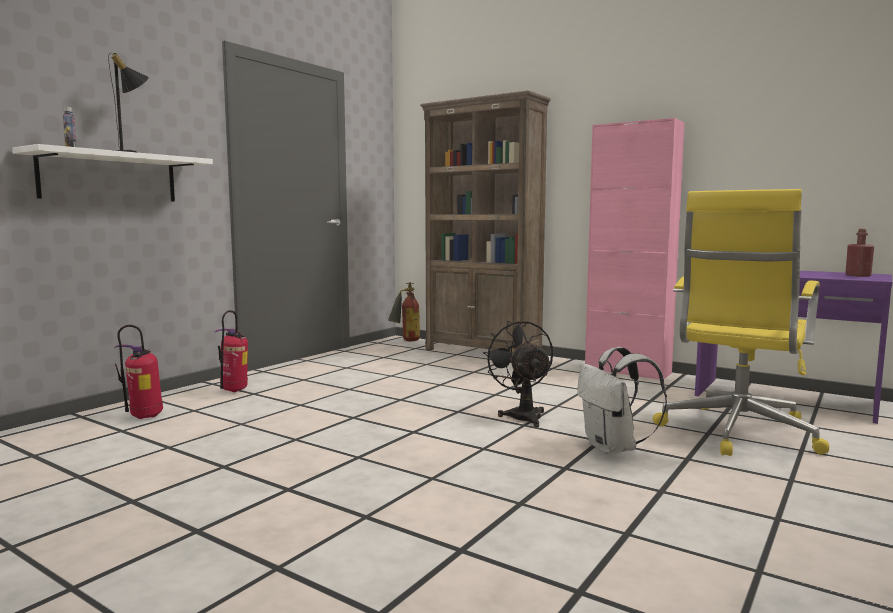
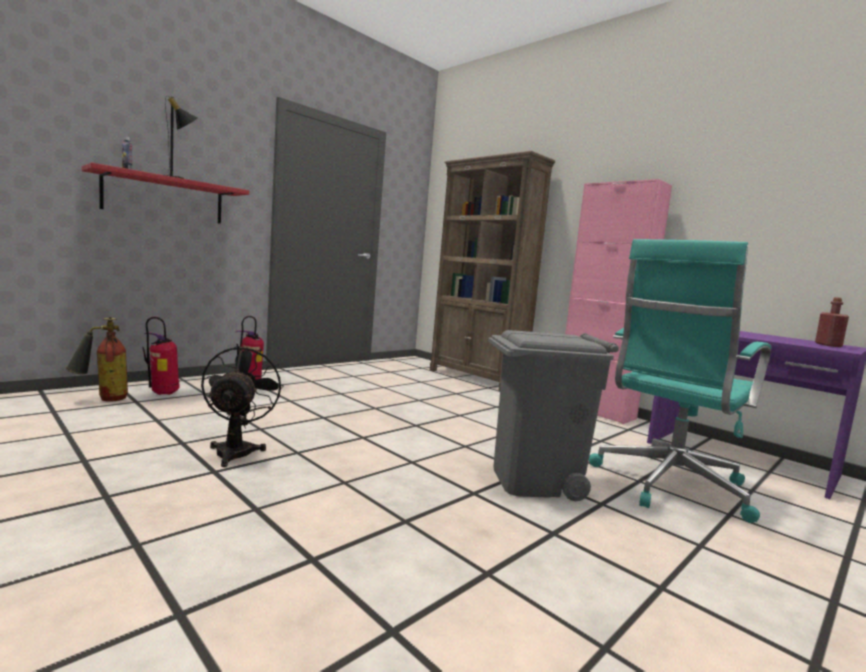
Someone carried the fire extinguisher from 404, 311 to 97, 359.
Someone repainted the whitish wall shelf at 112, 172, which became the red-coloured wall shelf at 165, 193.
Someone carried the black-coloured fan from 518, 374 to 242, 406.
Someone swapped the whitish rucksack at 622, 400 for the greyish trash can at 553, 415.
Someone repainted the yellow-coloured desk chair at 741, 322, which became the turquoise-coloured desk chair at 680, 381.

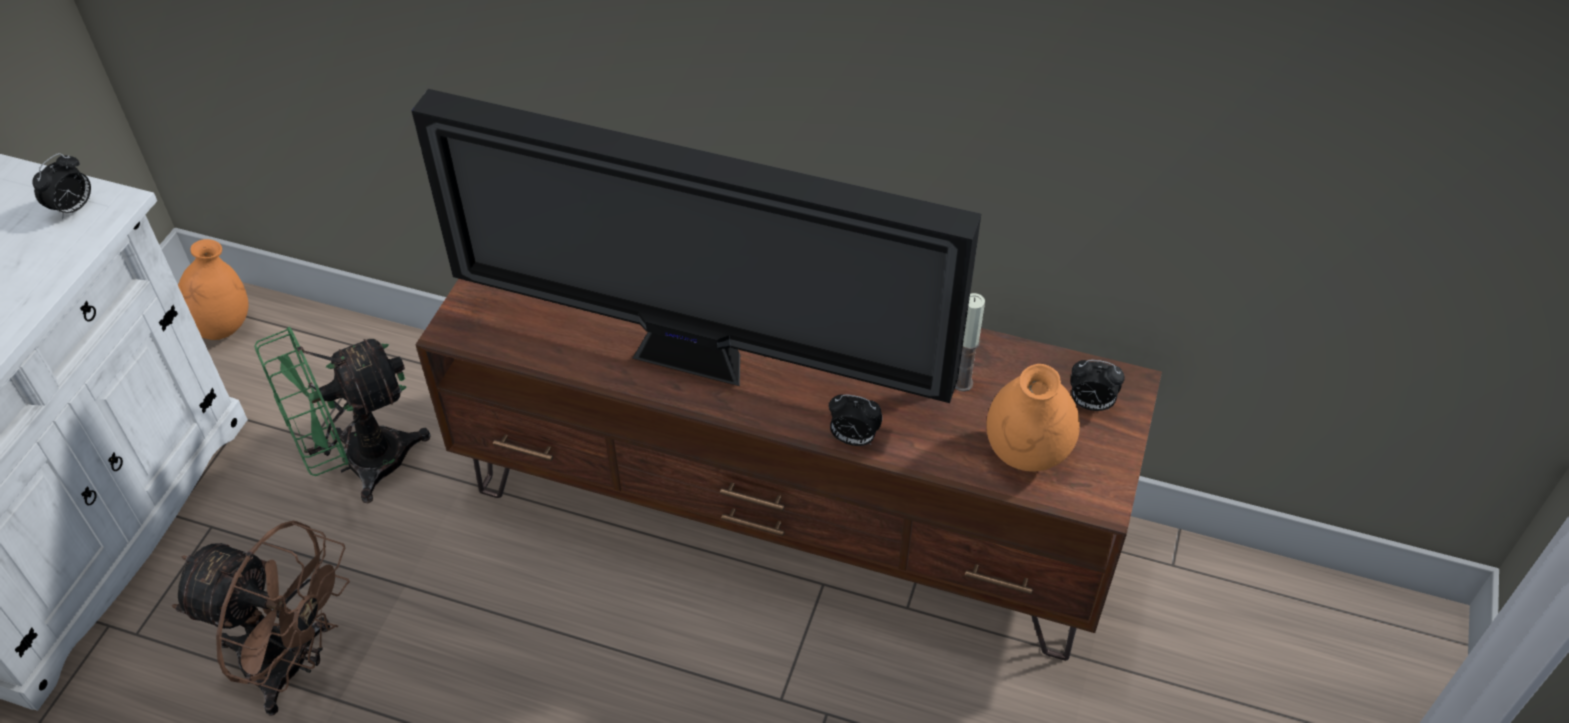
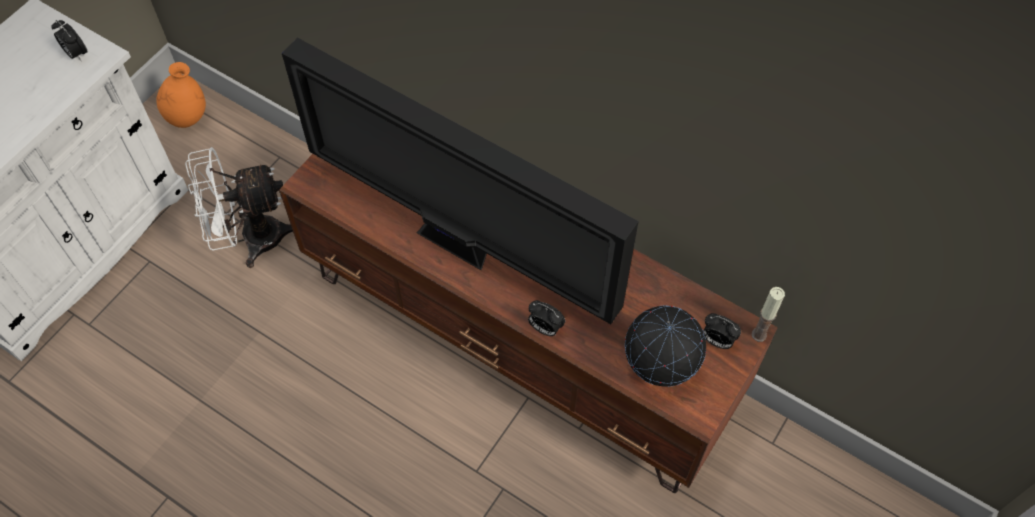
Someone rotated the table clock at 61, 186 by 90 degrees clockwise.
Someone repainted the green-coloured fan at 342, 415, which became the whitish fan at 239, 207.
Someone swapped the orange-coloured vase at 1033, 417 for the desk globe at 665, 346.
Someone carried the wax light from 970, 342 to 768, 314.
Someone took away the brown fan at 261, 617.

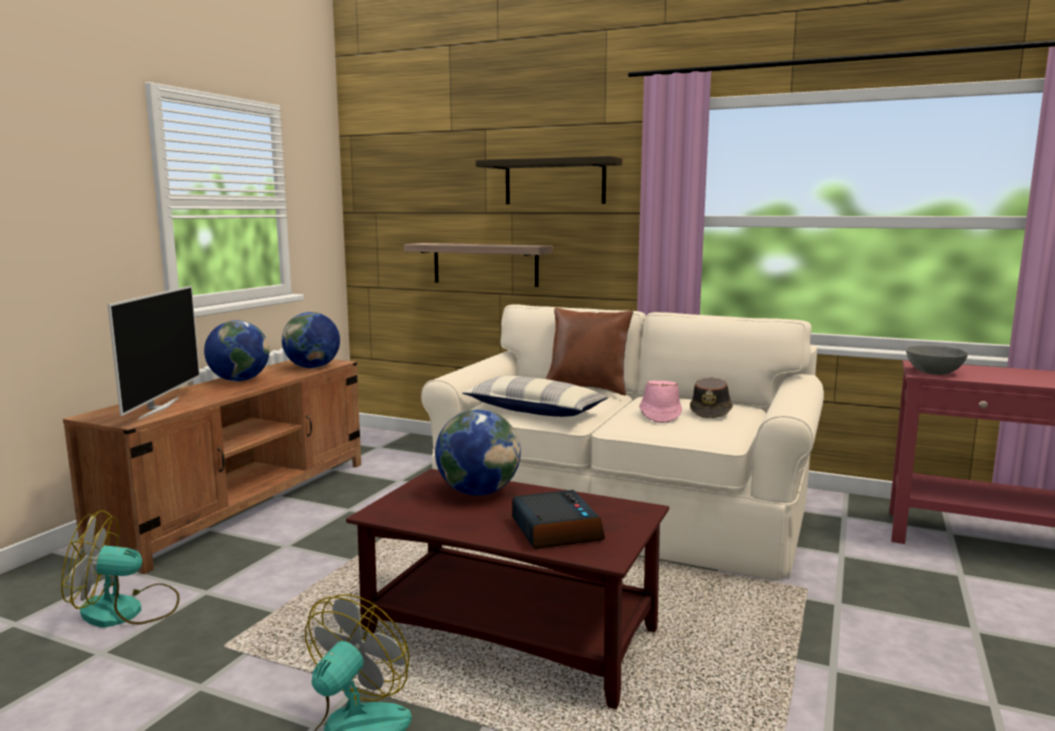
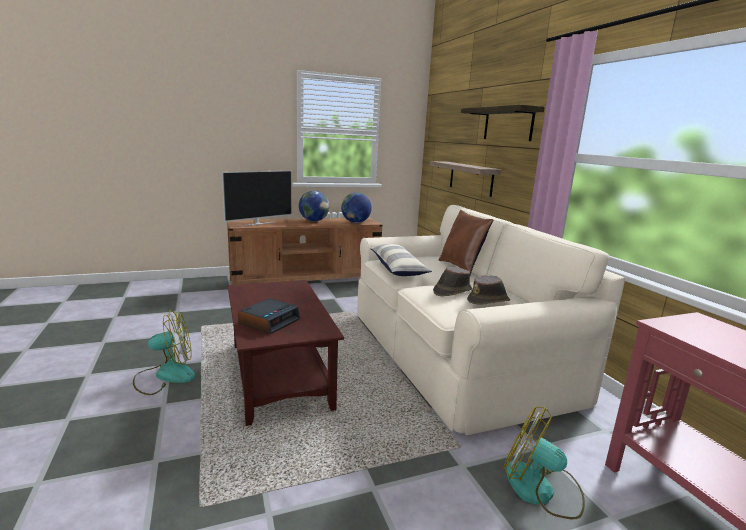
Someone repainted the pink-coloured wearable hat at 661, 401, which became the brown wearable hat at 452, 281.
Someone carried the fan from 120, 569 to 544, 462.
Someone took away the desk globe at 478, 453.
Someone took away the greyish bowl at 937, 360.

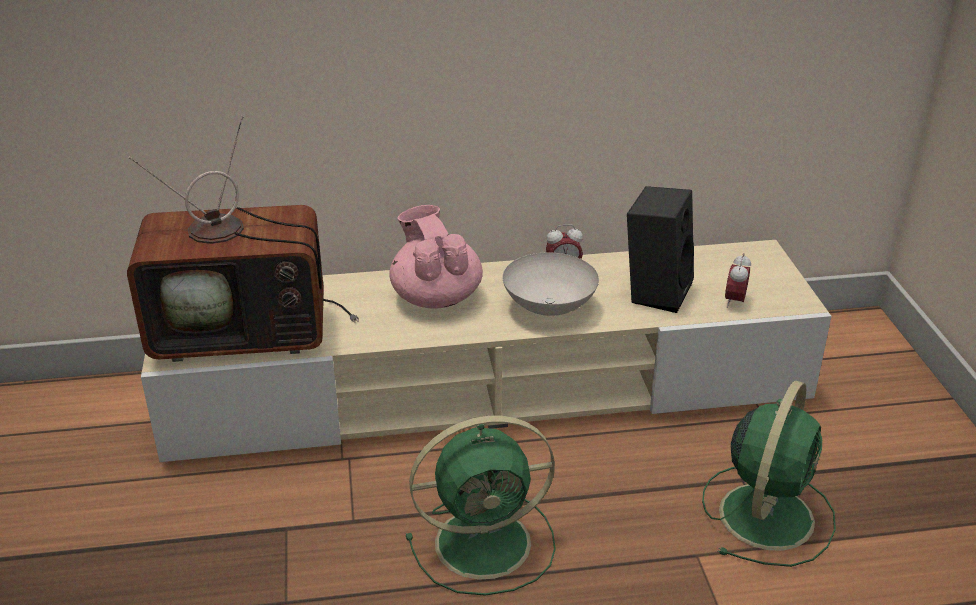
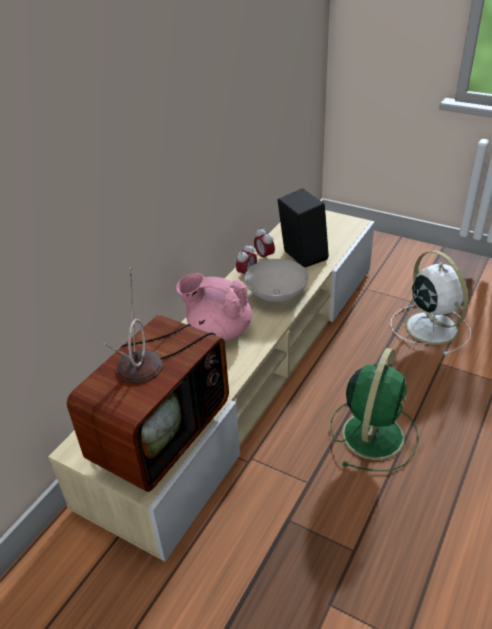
Someone carried the table clock from 738, 280 to 264, 243.
Someone repainted the green-coloured fan at 769, 474, which became the whitish fan at 431, 303.

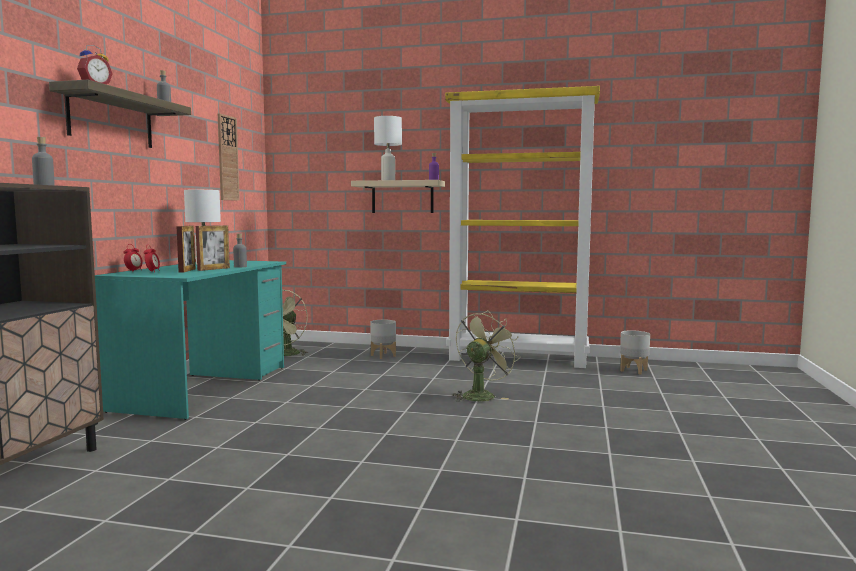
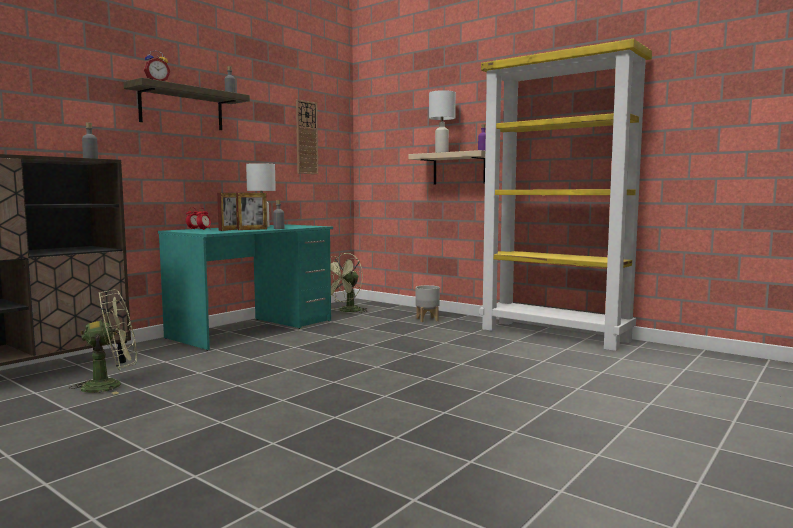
Someone carried the green-coloured fan from 486, 356 to 103, 342.
Someone took away the greyish planter at 635, 352.

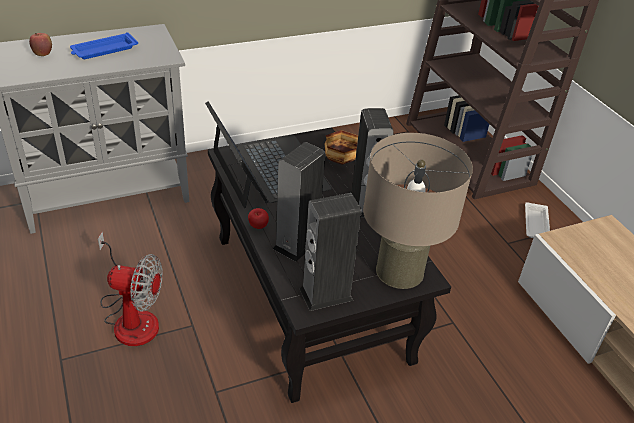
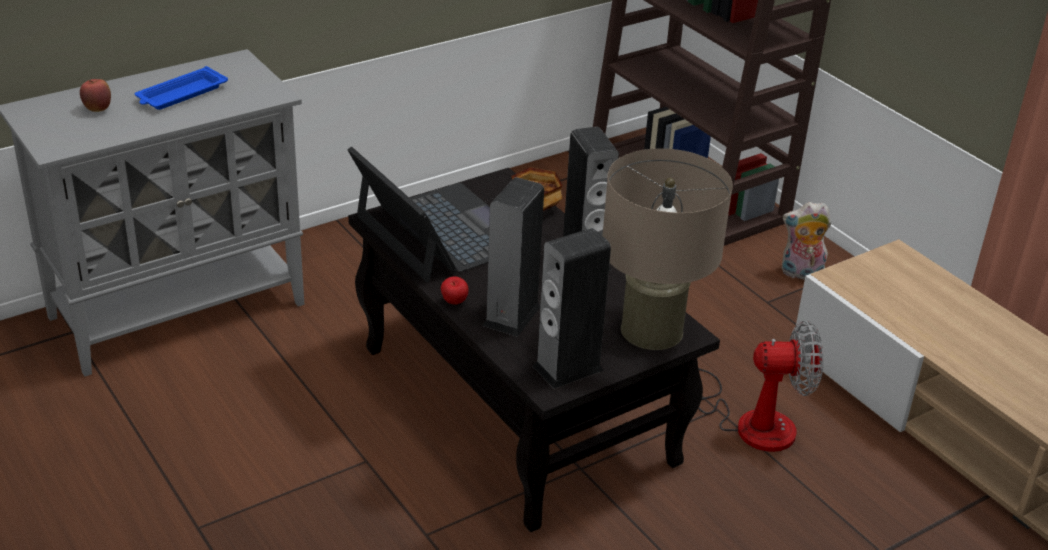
Someone carried the fan from 130, 289 to 761, 386.
Someone swapped the whitish serving tray at 537, 220 for the soft toy at 807, 241.

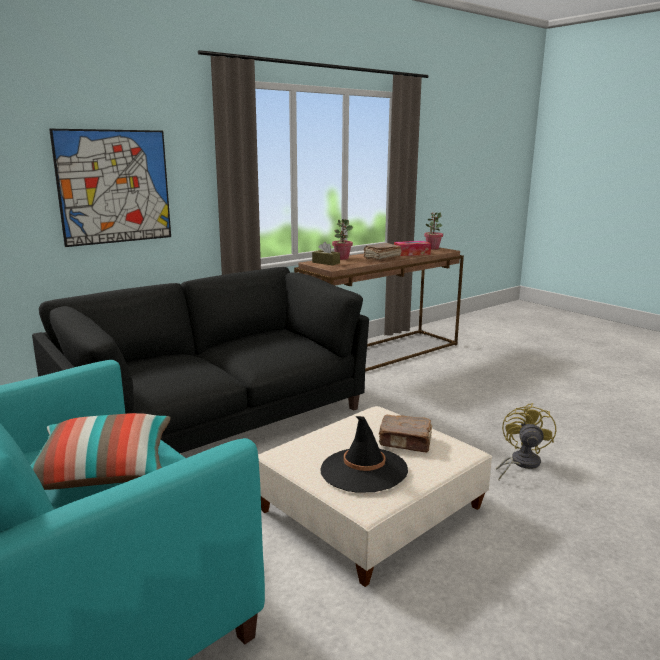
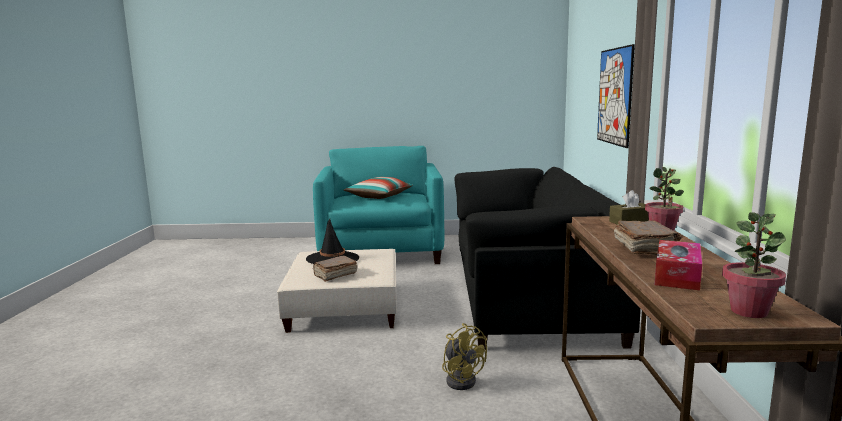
Someone carried the yellow-coloured fan from 526, 441 to 464, 356.

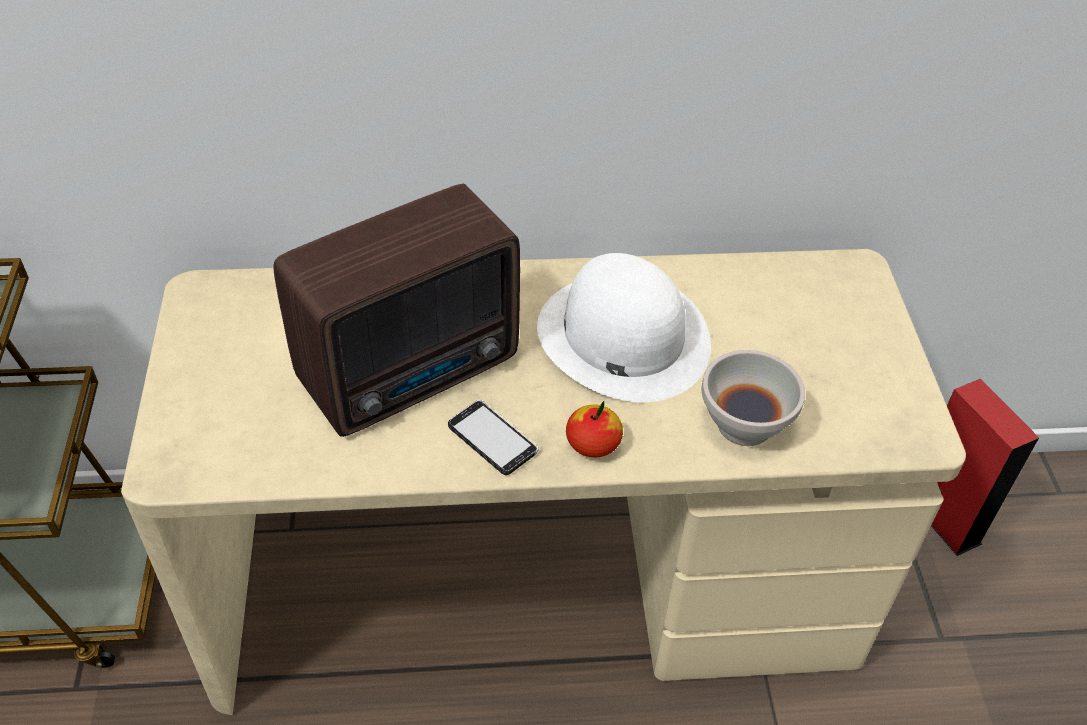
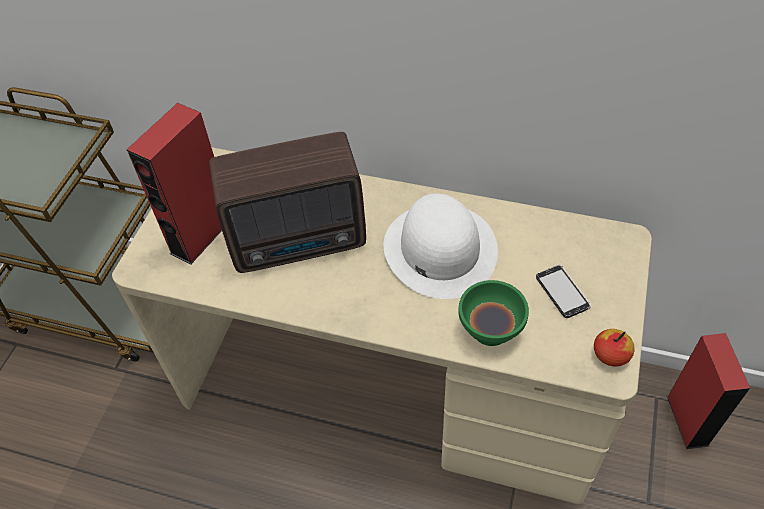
Someone put down the red-coloured speaker at 174, 184.
Someone repainted the whitish bowl at 753, 398, which became the green-coloured bowl at 493, 313.
Someone carried the handset from 493, 437 to 563, 291.
Someone carried the whole apple from 594, 429 to 614, 348.

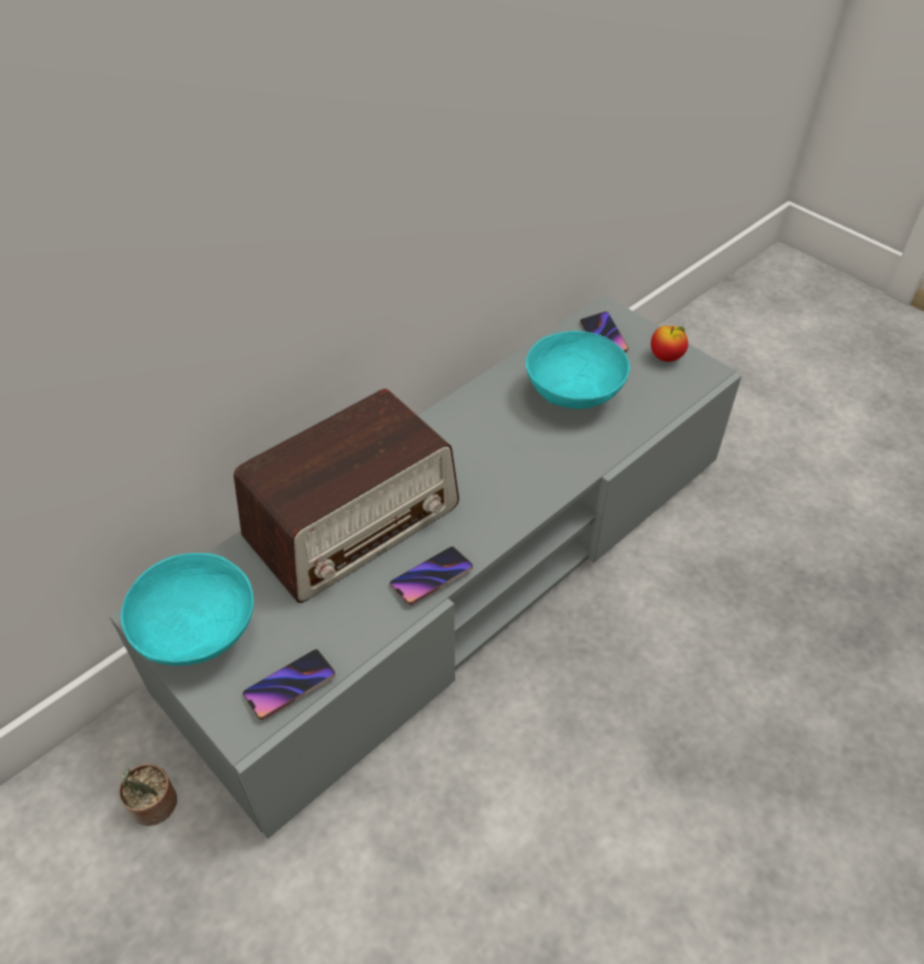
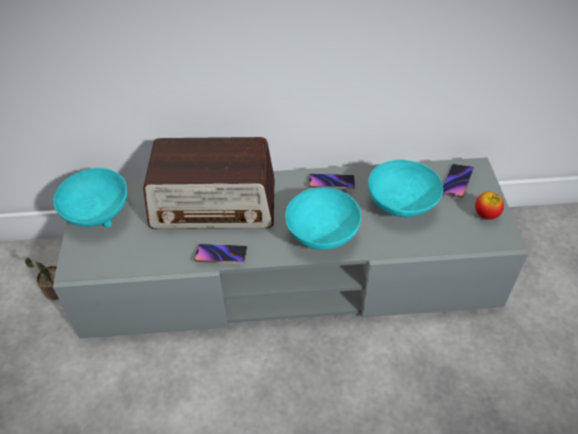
Someone put down the turquoise-coloured bowl at 323, 218.
Someone carried the handset from 289, 684 to 332, 181.

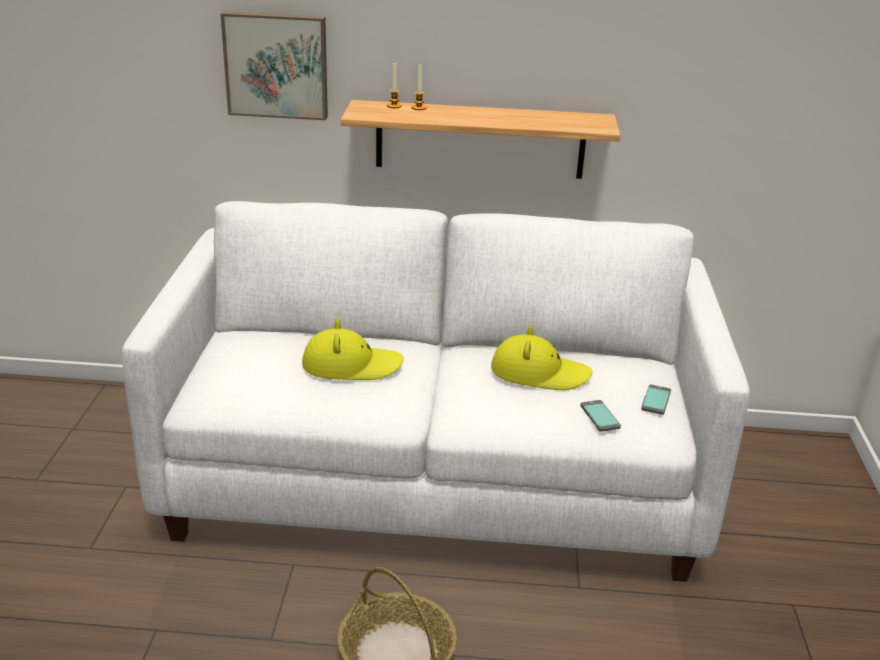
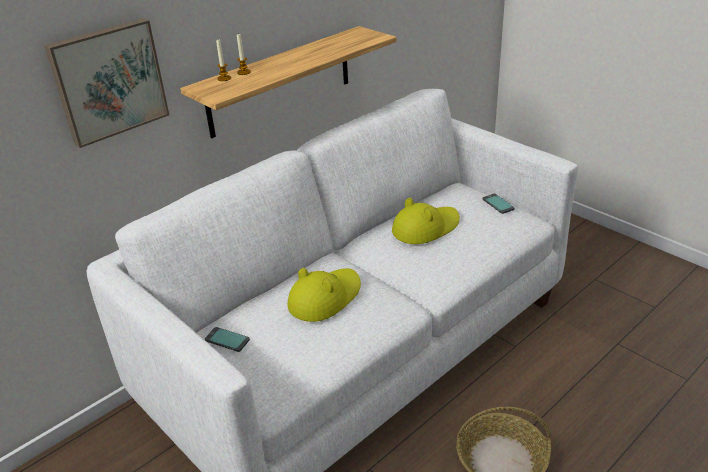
Someone carried the handset from 601, 416 to 227, 339.

